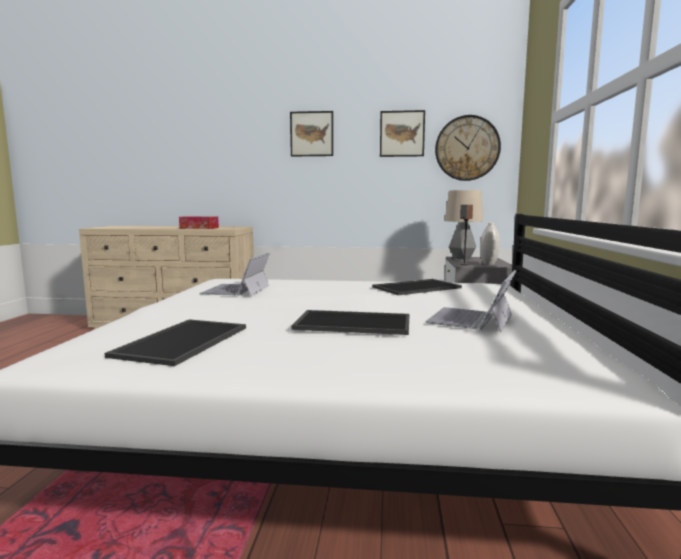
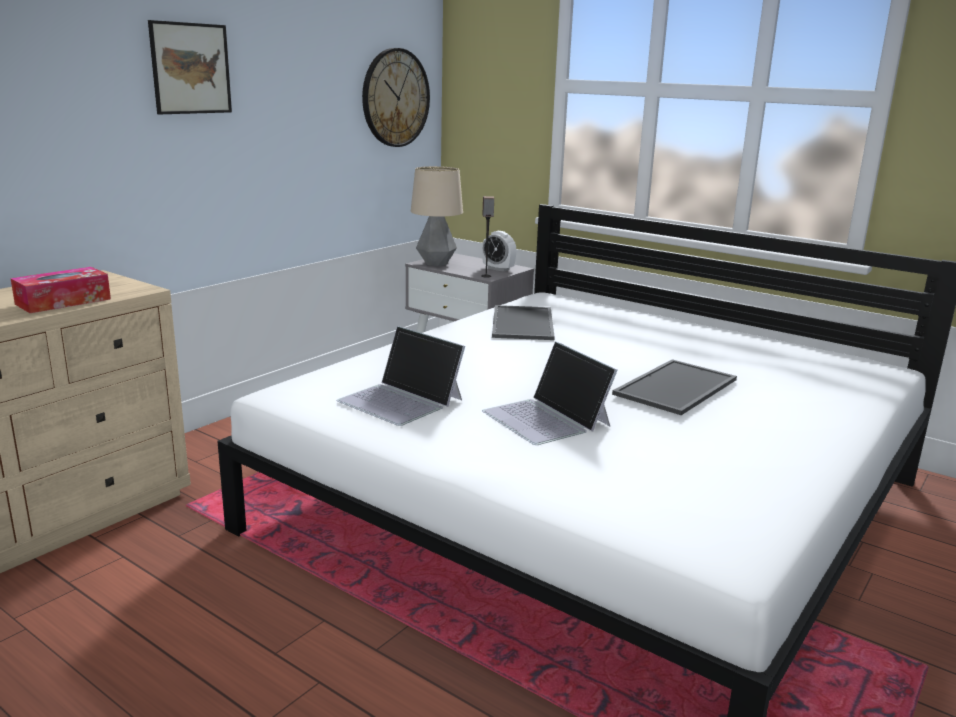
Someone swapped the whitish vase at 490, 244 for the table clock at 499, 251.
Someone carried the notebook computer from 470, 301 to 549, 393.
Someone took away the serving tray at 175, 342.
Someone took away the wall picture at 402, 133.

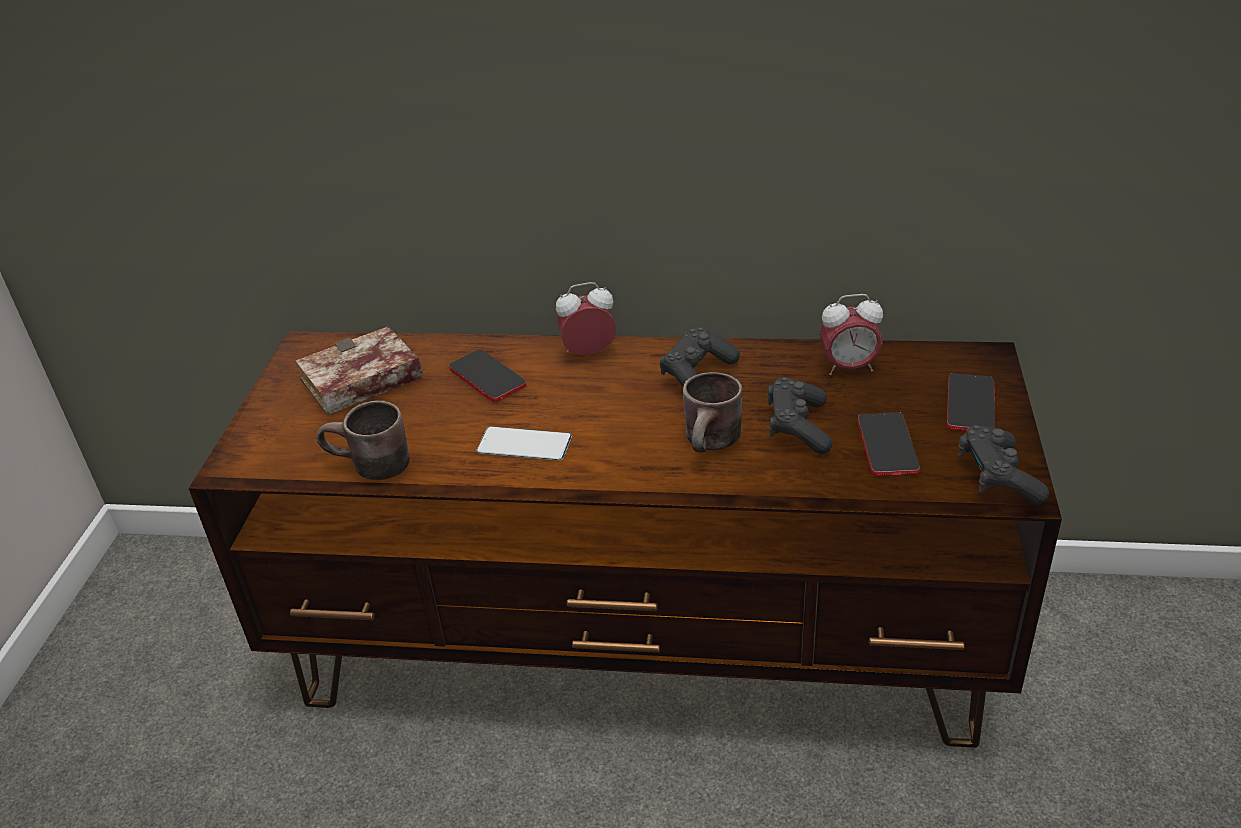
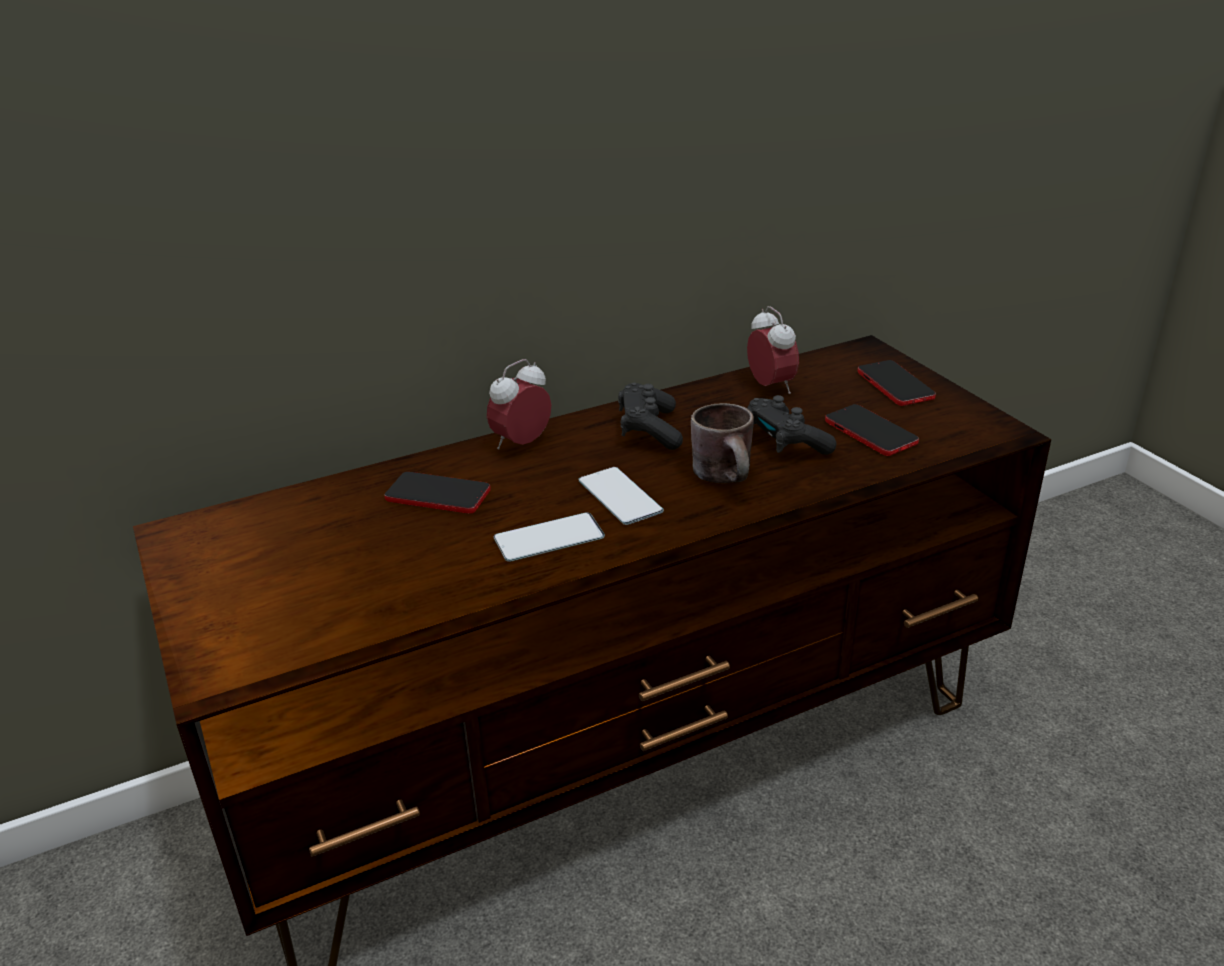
Someone put down the handset at 621, 496.
Someone rotated the table clock at 851, 334 by 75 degrees counterclockwise.
Someone took away the book at 359, 370.
Someone took away the brown mug at 363, 440.
Someone took away the black-coloured joypad at 1003, 464.

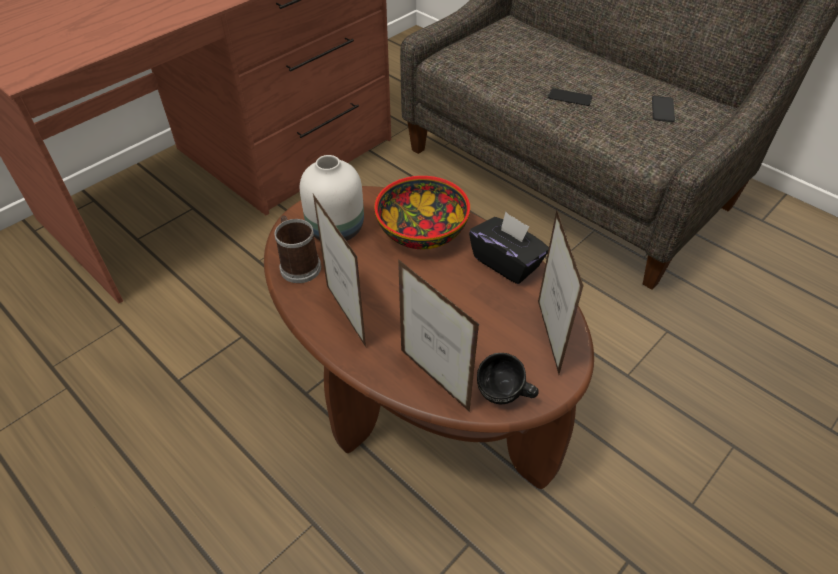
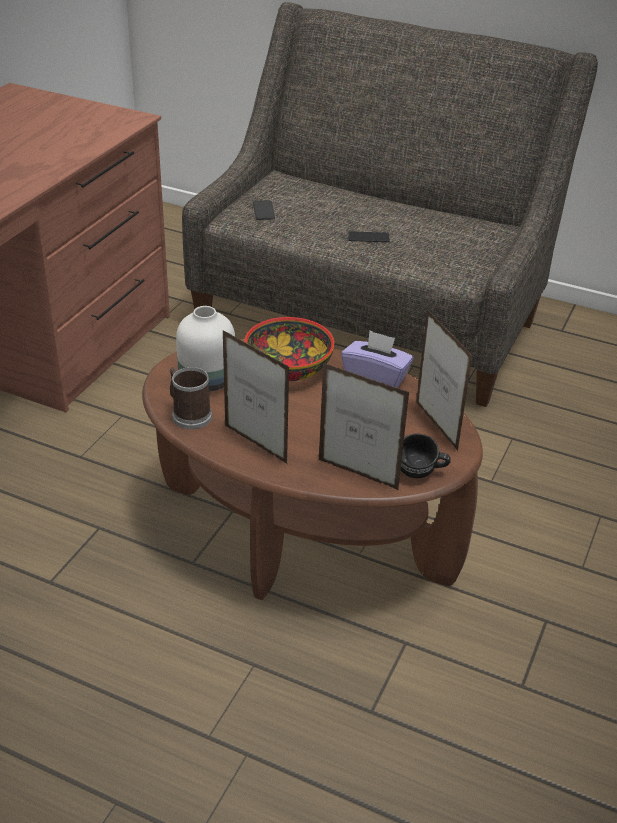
Someone carried the handset from 663, 109 to 264, 210.
Someone repainted the black-coloured tissue box at 509, 248, which became the purple-coloured tissue box at 377, 359.

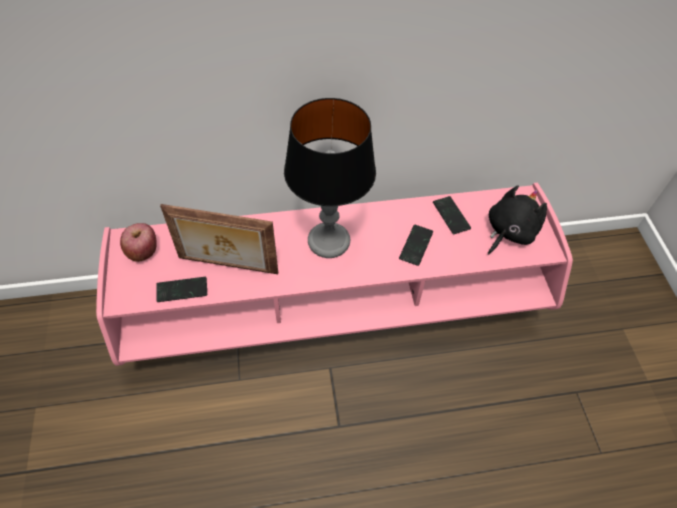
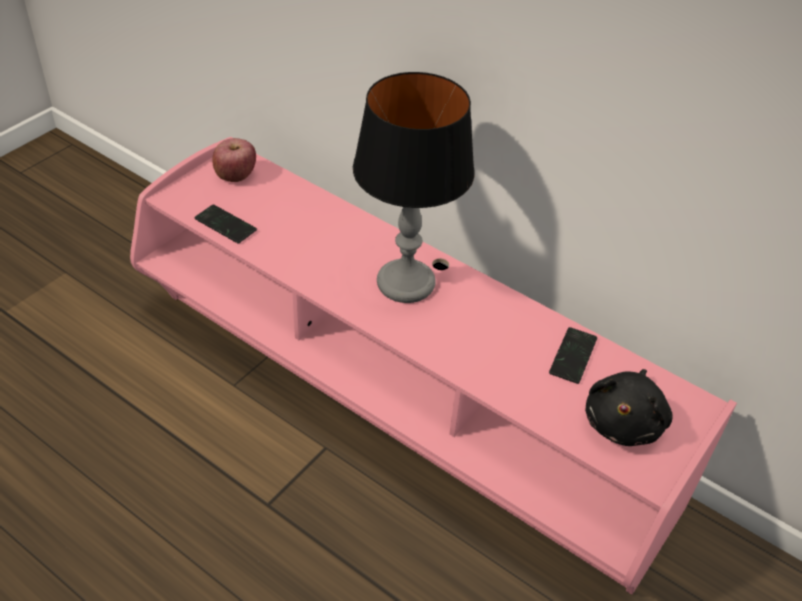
Someone rotated the black-coloured soft toy at 517, 220 by 120 degrees clockwise.
Someone took away the standing frame at 219, 239.
Someone took away the handset at 416, 245.

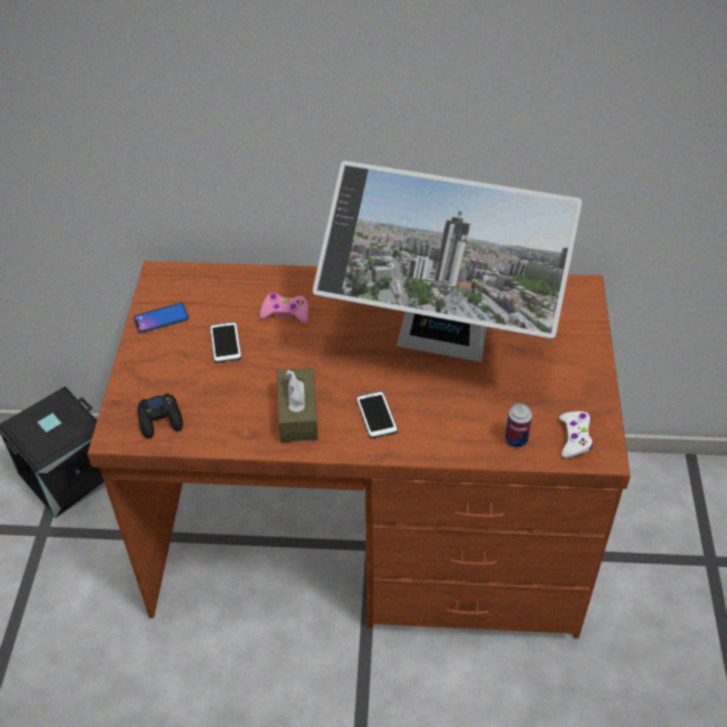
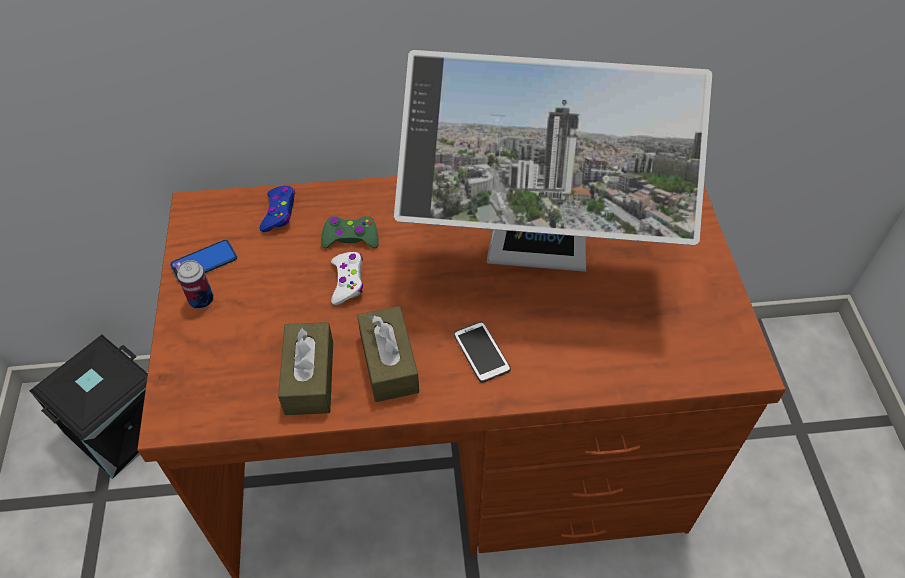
Someone carried the can from 518, 425 to 195, 284.
Someone put down the blue joypad at 277, 209.
Someone put down the brown tissue box at 305, 368.
Someone repainted the pink-coloured joypad at 284, 308, which became the green-coloured joypad at 350, 232.
Someone carried the whitish joypad from 576, 434 to 347, 278.
Someone took away the black-coloured joypad at 160, 416.
Someone took away the handset at 226, 342.

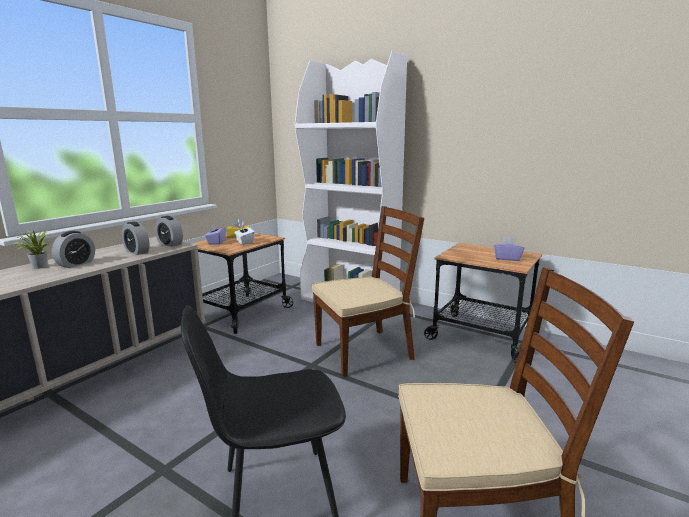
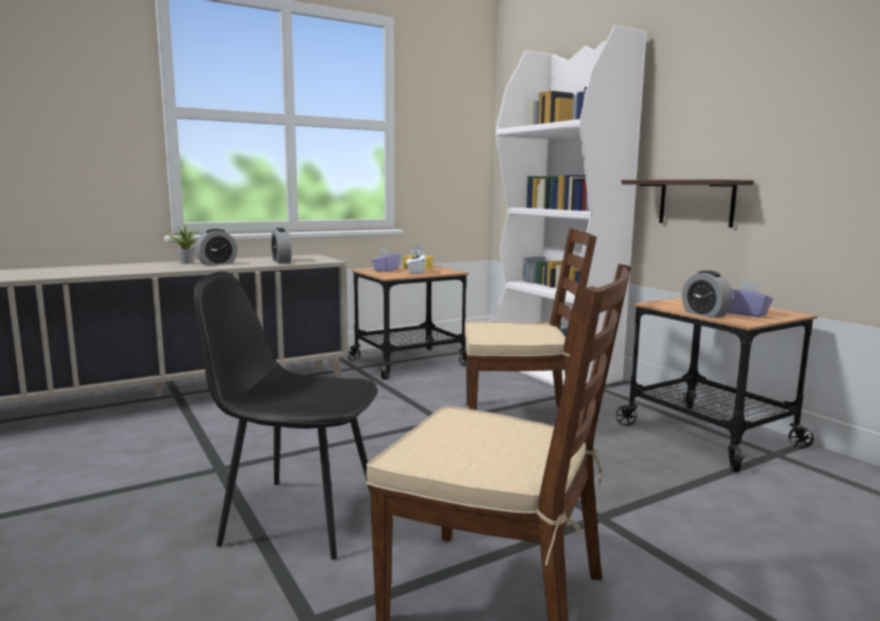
Someone put up the wall shelf at 687, 203.
Someone carried the table clock from 169, 231 to 707, 294.

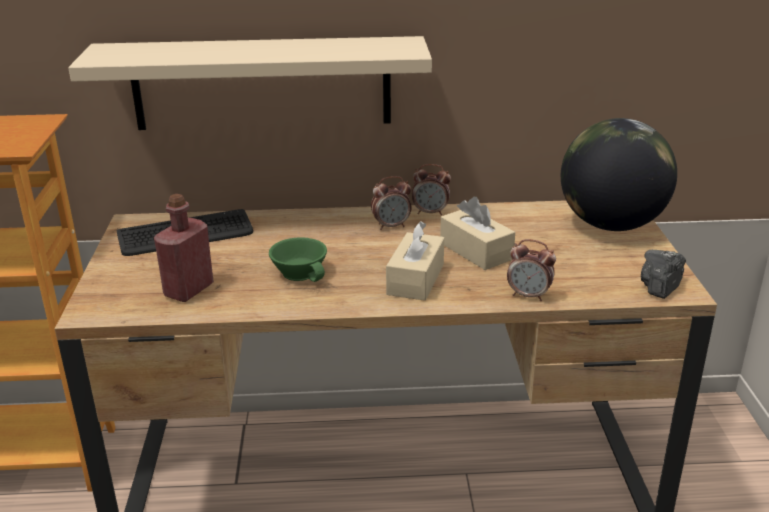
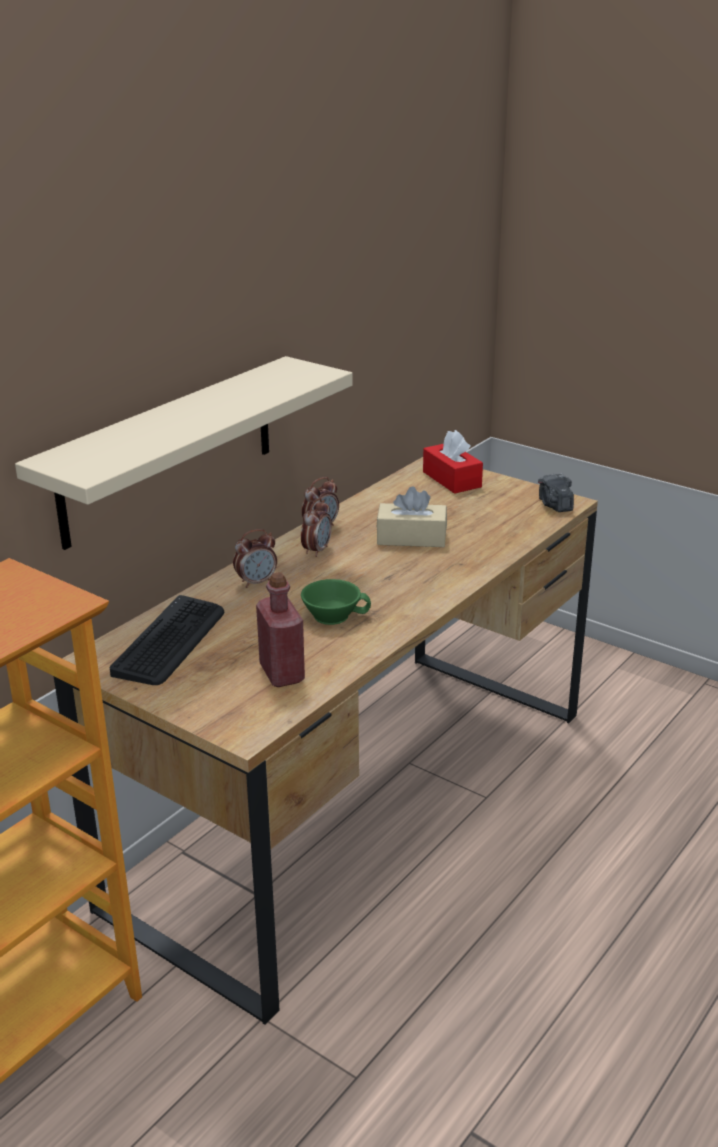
Someone carried the table clock from 531, 270 to 255, 558.
Someone swapped the desk globe at 619, 174 for the red-coloured tissue box at 453, 462.
Someone took away the beige tissue box at 415, 261.

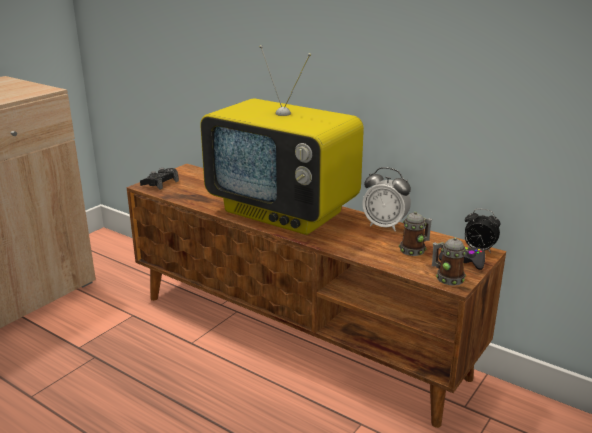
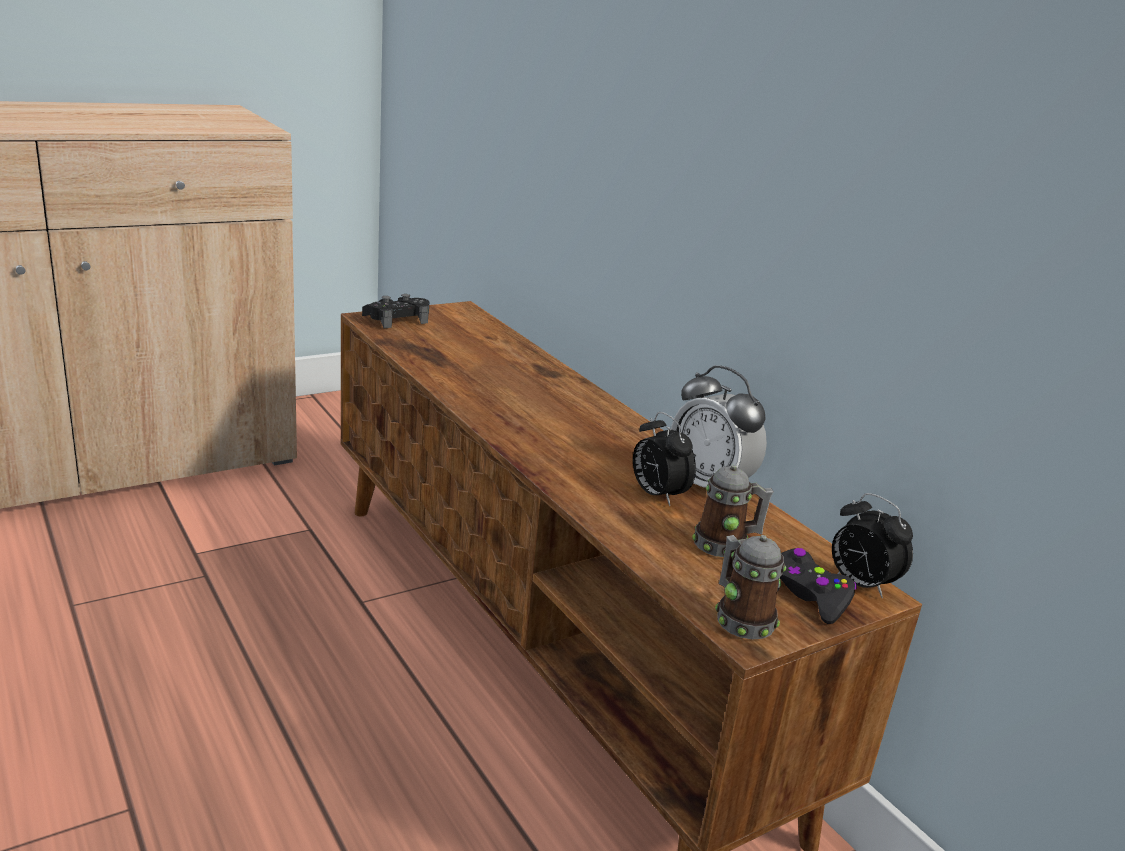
Someone put down the table clock at 664, 459.
Someone took away the TV set at 282, 140.

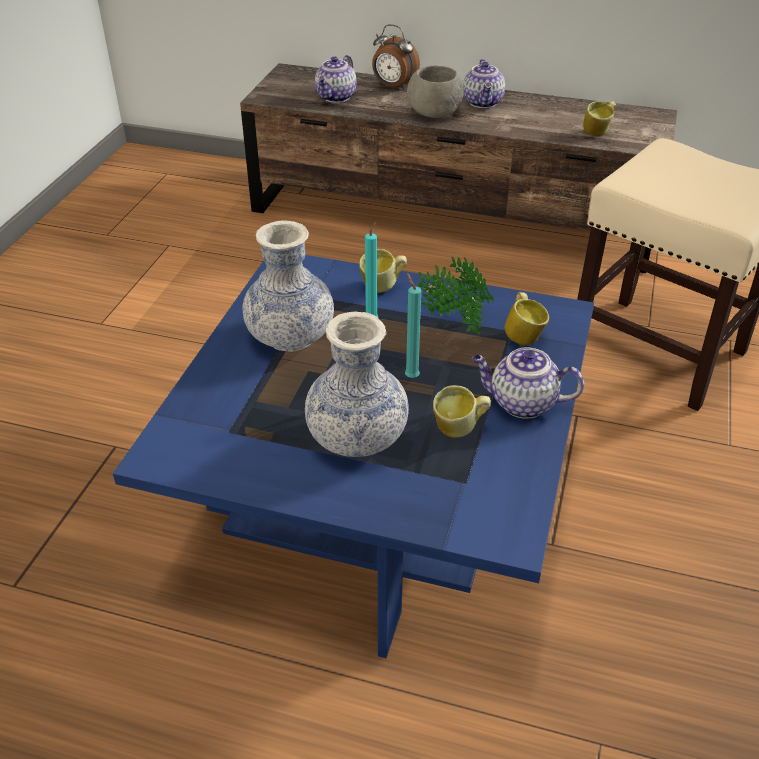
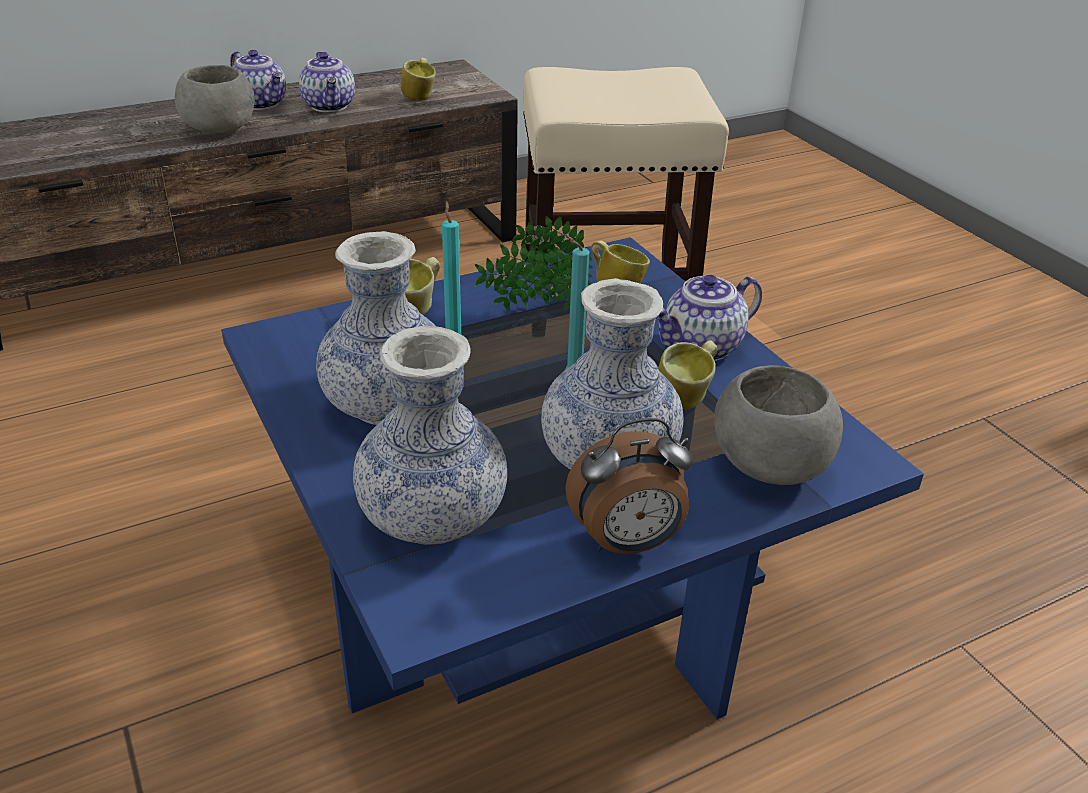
Someone carried the pot for tea from 336, 79 to 327, 82.
Someone put down the vase at 430, 435.
Someone carried the table clock from 396, 57 to 629, 486.
Someone put down the greyish bowl at 778, 425.

